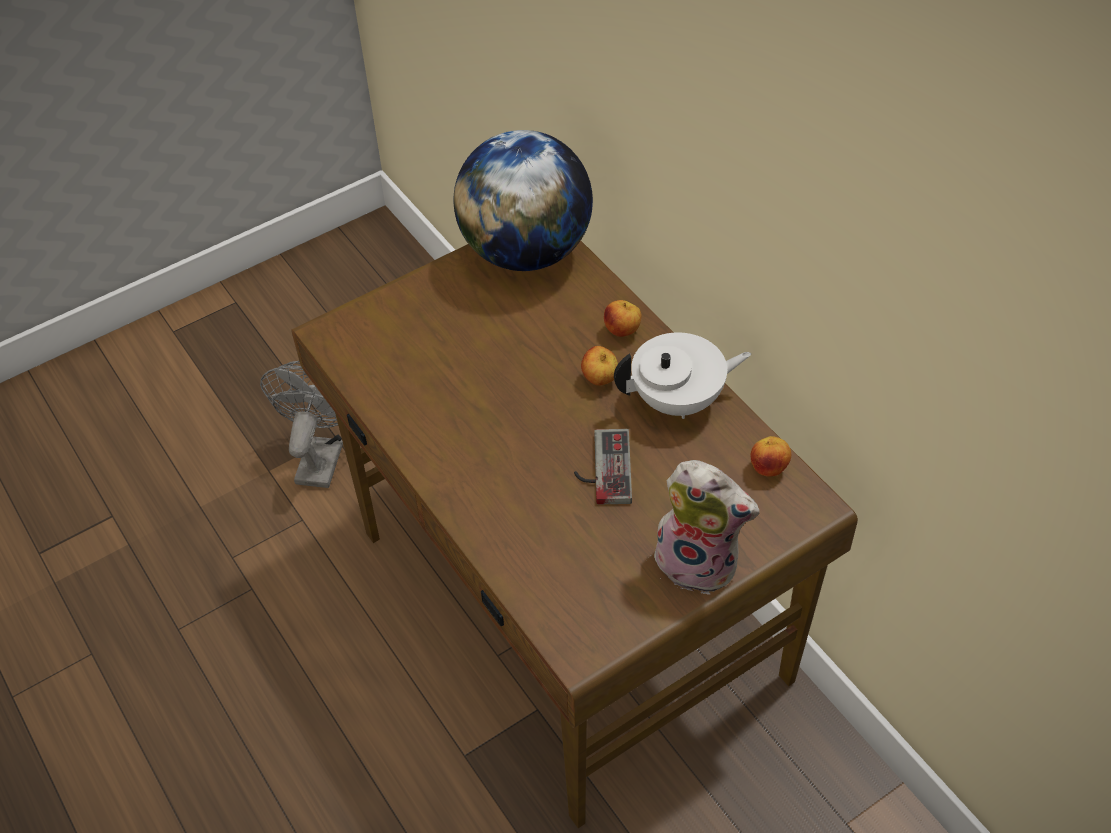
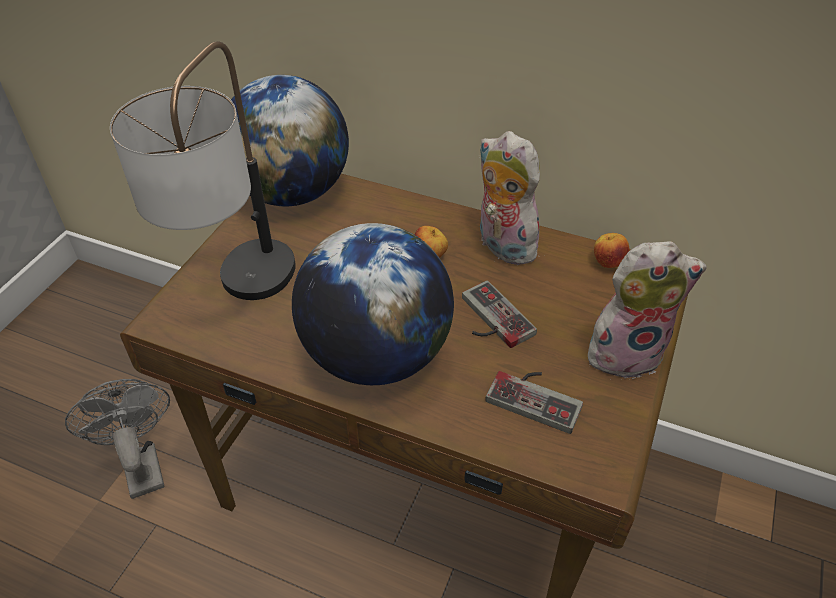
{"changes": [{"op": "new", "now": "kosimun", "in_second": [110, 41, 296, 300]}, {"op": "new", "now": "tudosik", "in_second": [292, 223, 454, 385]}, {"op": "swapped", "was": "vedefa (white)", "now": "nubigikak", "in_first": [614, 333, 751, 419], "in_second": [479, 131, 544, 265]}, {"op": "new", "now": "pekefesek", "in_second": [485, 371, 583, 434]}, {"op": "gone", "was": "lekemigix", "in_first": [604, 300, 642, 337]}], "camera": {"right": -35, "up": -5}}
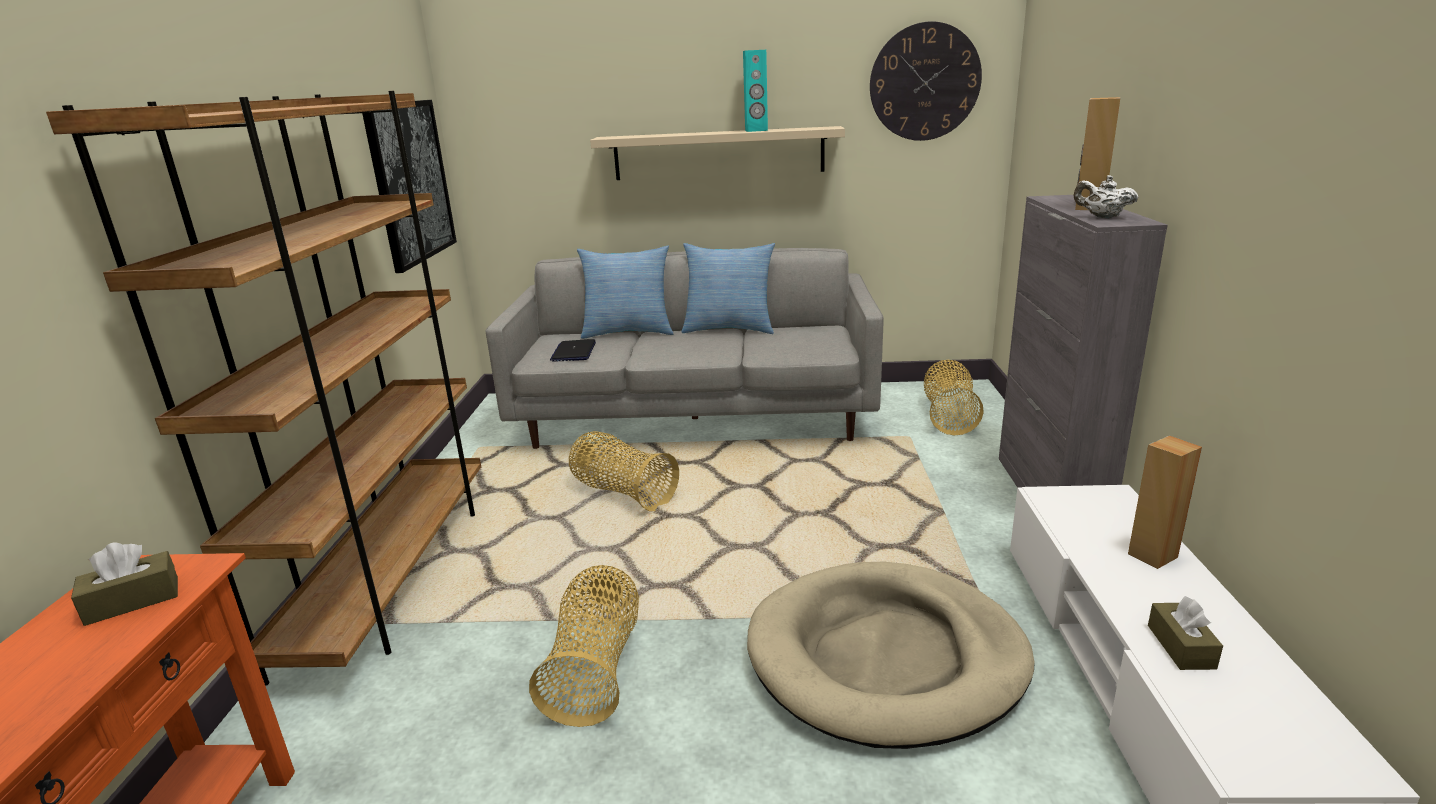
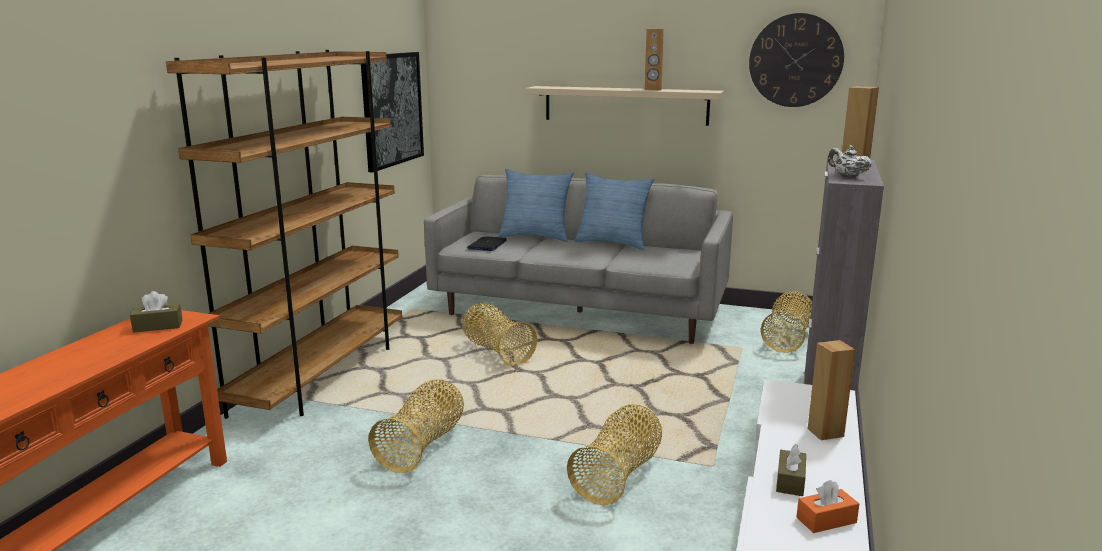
{"changes": [{"op": "swapped", "was": "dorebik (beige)", "now": "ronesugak", "in_first": [747, 562, 1034, 749], "in_second": [567, 404, 662, 505]}, {"op": "repainted", "was": "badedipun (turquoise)", "now": "badedipun (brown)", "in_first": [743, 50, 768, 132], "in_second": [644, 29, 664, 91]}, {"op": "new", "now": "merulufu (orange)", "in_second": [796, 480, 859, 533]}], "camera": {"right": 15, "up": -5}}
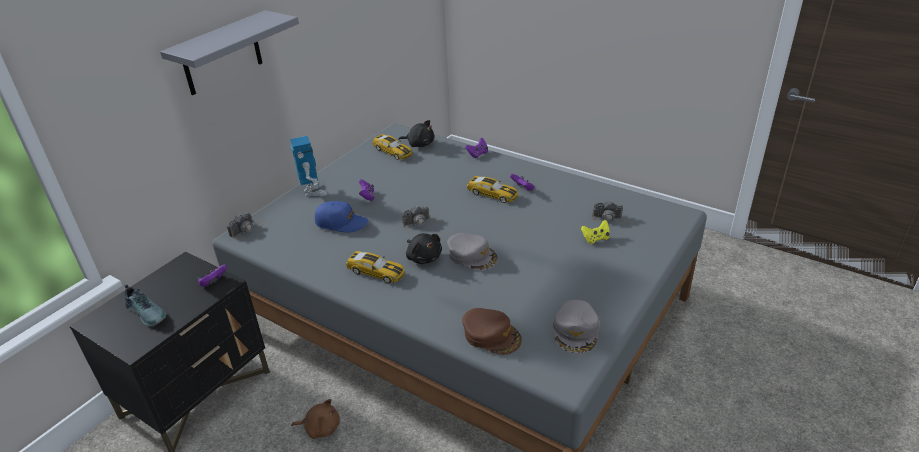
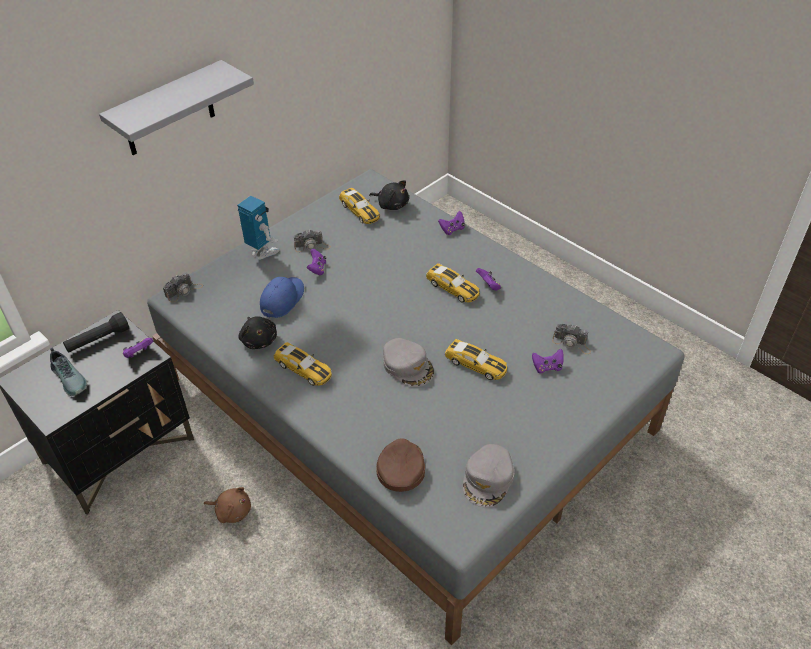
{"changes": [{"op": "new", "now": "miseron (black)", "in_second": [63, 312, 129, 352]}, {"op": "rotated", "was": "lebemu", "in_first": [290, 136, 327, 196], "in_second": [237, 195, 280, 260], "clockwise": -45}, {"op": "shifted", "was": "nubigikak (black)", "in_first": [406, 233, 442, 264], "in_second": [239, 316, 277, 349]}, {"op": "rotated", "was": "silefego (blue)", "in_first": [315, 201, 368, 233], "in_second": [260, 277, 304, 318], "clockwise": -90}, {"op": "shifted", "was": "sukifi", "in_first": [402, 206, 439, 229], "in_second": [294, 229, 331, 252]}, {"op": "rotated", "was": "silefego (brown)", "in_first": [462, 308, 522, 355], "in_second": [376, 438, 425, 492], "clockwise": -135}, {"op": "new", "now": "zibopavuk", "in_second": [445, 339, 507, 380]}, {"op": "repainted", "was": "pekefesek (yellow)", "now": "pekefesek (purple)", "in_first": [581, 220, 610, 244], "in_second": [532, 349, 564, 374]}], "camera": {"right": 10, "up": 10}}
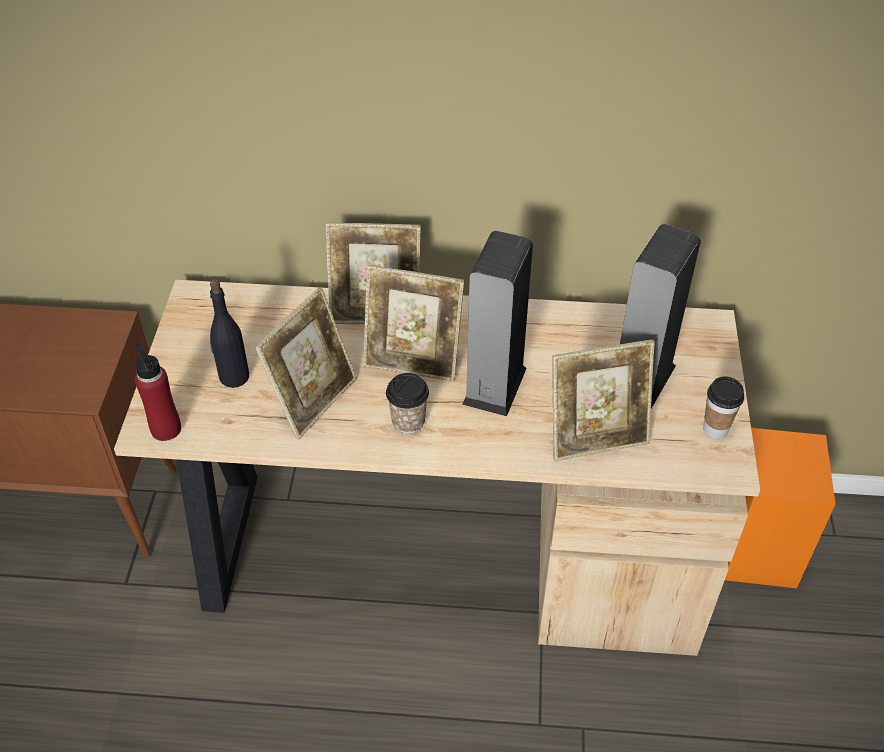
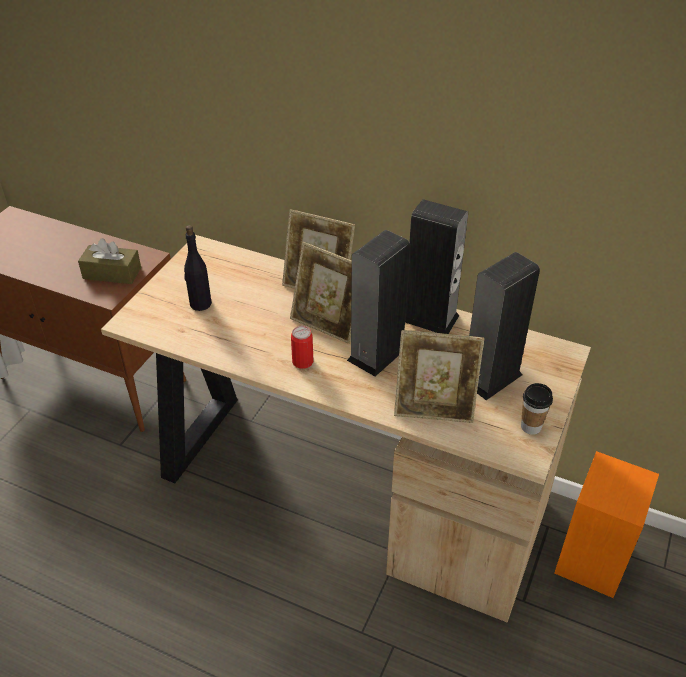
{"changes": [{"op": "new", "now": "merulufu (brown)", "in_second": [78, 238, 141, 284]}, {"op": "swapped", "was": "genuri", "now": "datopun", "in_first": [386, 373, 429, 433], "in_second": [291, 326, 313, 369]}, {"op": "new", "now": "badedipun", "in_second": [405, 199, 468, 334]}, {"op": "gone", "was": "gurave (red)", "in_first": [135, 343, 181, 441]}, {"op": "gone", "was": "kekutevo", "in_first": [255, 287, 357, 439]}], "camera": {"right": 20, "up": -5}}
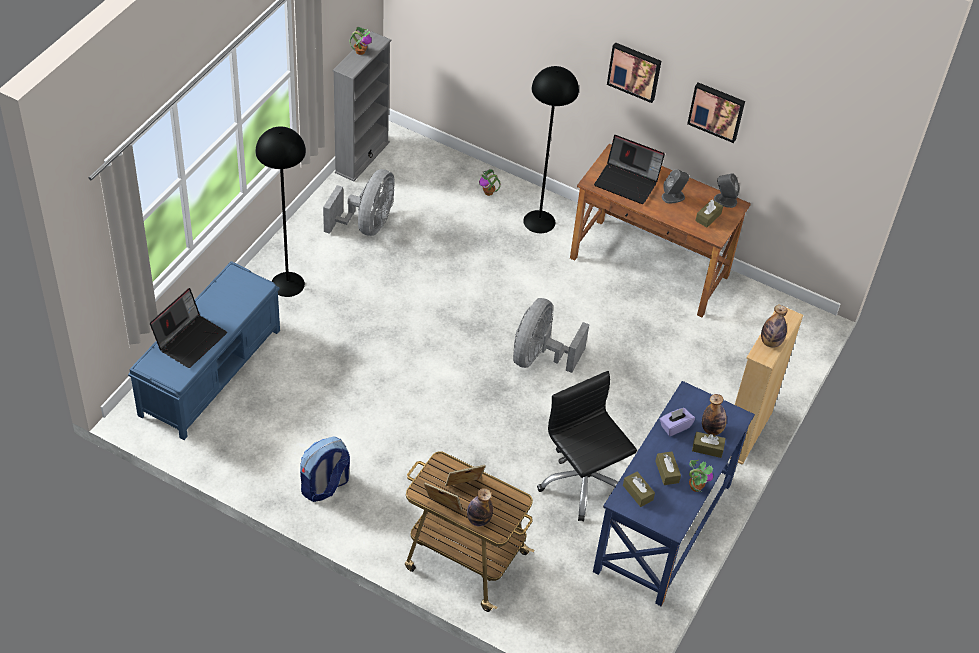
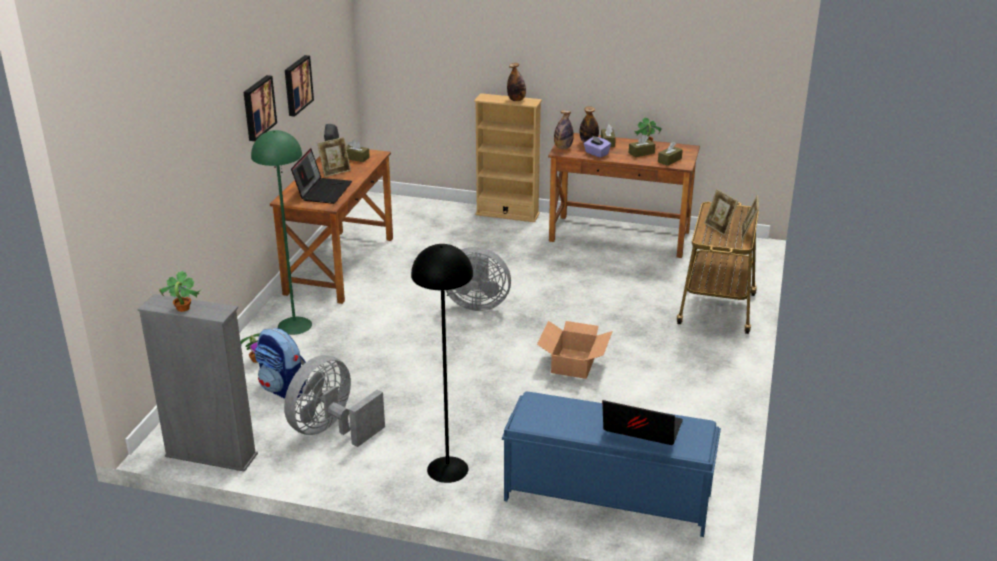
{"changes": [{"op": "repainted", "was": "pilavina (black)", "now": "pilavina (green)", "in_first": [523, 66, 579, 233], "in_second": [251, 130, 312, 335]}, {"op": "shifted", "was": "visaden", "in_first": [300, 437, 350, 502], "in_second": [254, 328, 307, 399]}, {"op": "rotated", "was": "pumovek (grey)", "in_first": [323, 169, 395, 236], "in_second": [284, 355, 385, 447], "clockwise": -60}, {"op": "swapped", "was": "badedipun (grey)", "now": "kekutevo", "in_first": [662, 169, 689, 203], "in_second": [317, 137, 351, 177]}, {"op": "new", "now": "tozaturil", "in_second": [537, 321, 613, 379]}, {"op": "repainted", "was": "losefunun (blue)", "now": "losefunun (brown)", "in_first": [593, 381, 755, 606], "in_second": [548, 133, 700, 258]}, {"op": "shifted", "was": "gurave", "in_first": [467, 488, 493, 526], "in_second": [554, 110, 574, 149]}, {"op": "gone", "was": "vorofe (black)", "in_first": [537, 371, 637, 521]}], "camera": {"right": -100, "up": -20}}
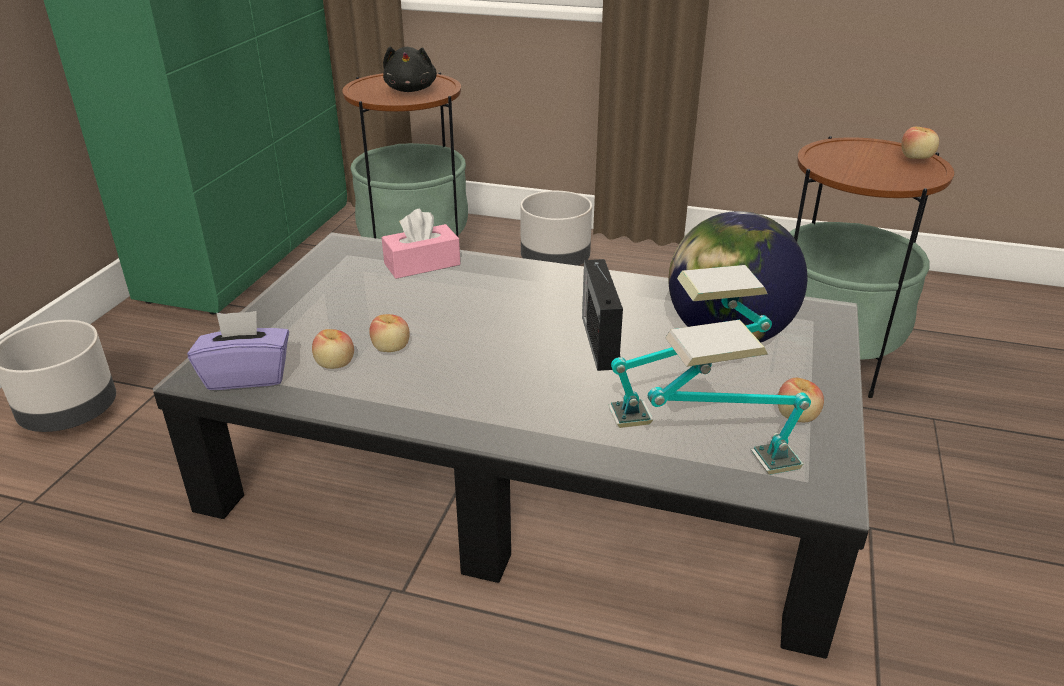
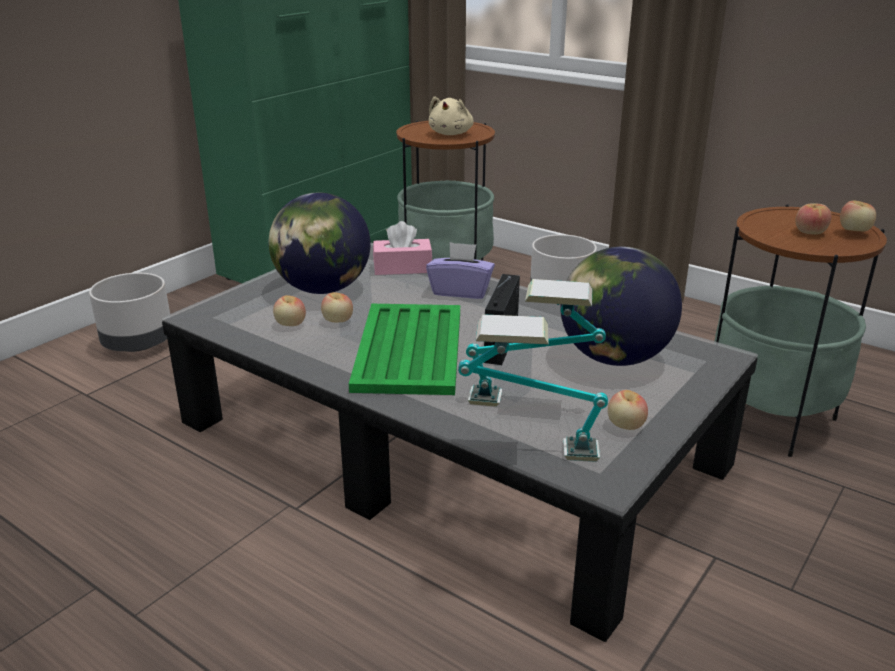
{"changes": [{"op": "new", "now": "tudosik", "in_second": [269, 193, 370, 294]}, {"op": "new", "now": "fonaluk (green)", "in_second": [349, 304, 460, 395]}, {"op": "shifted", "was": "merulufu (purple)", "in_first": [187, 311, 289, 390], "in_second": [426, 242, 495, 299]}, {"op": "repainted", "was": "nubigikak (black)", "now": "nubigikak (beige)", "in_first": [383, 47, 437, 92], "in_second": [429, 97, 474, 135]}, {"op": "new", "now": "lekemigix", "in_second": [795, 204, 832, 234]}], "camera": {"right": 20, "up": -5}}
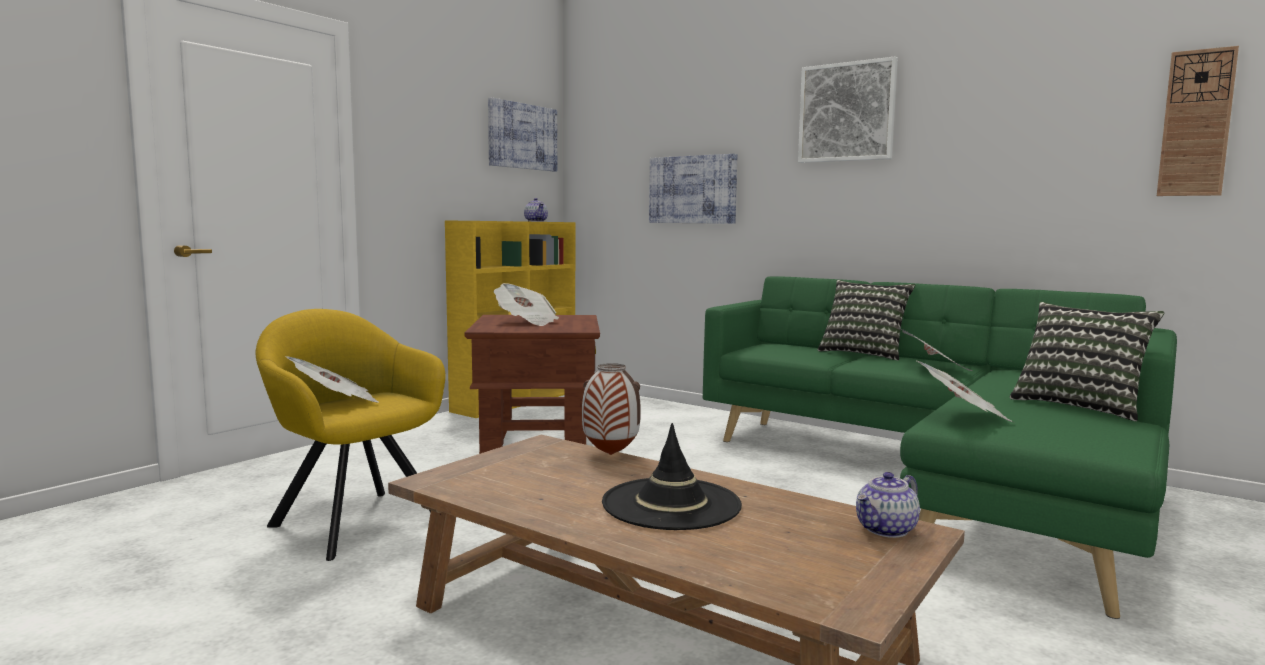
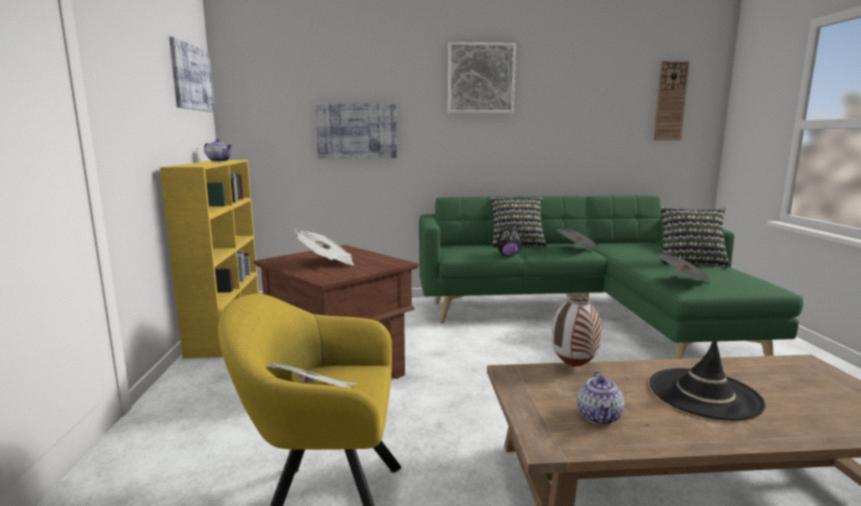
{"changes": [{"op": "new", "now": "nubigikak", "in_second": [497, 226, 522, 256]}, {"op": "shifted", "was": "vedefa", "in_first": [856, 472, 920, 538], "in_second": [577, 371, 624, 425]}], "camera": {"right": -40, "up": 5}}
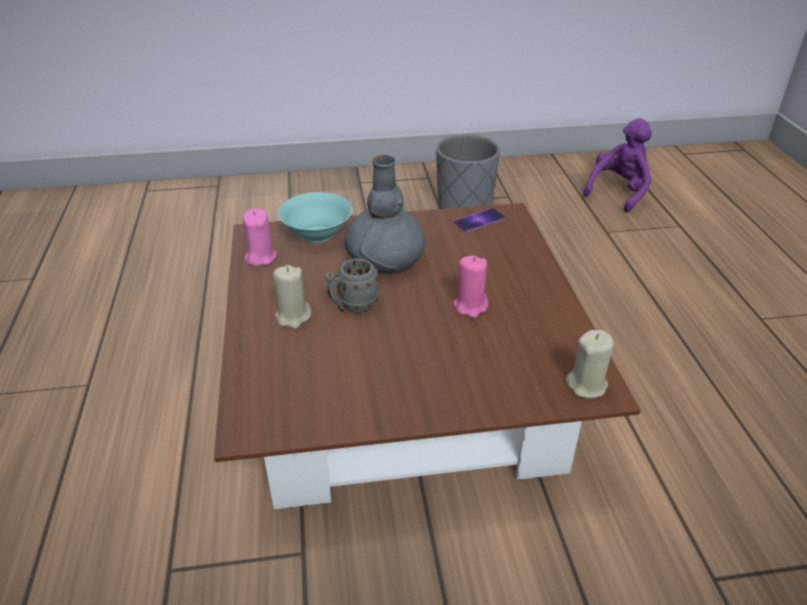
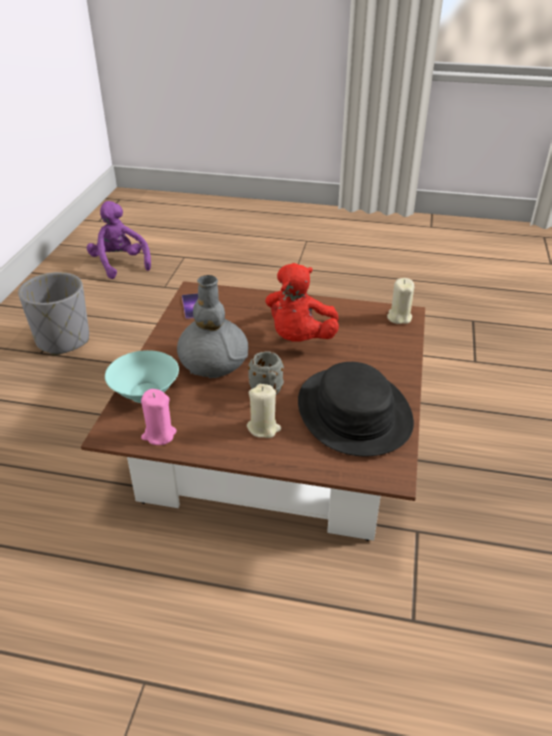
{"changes": [{"op": "swapped", "was": "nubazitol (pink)", "now": "nubigikak (red)", "in_first": [454, 255, 488, 318], "in_second": [265, 263, 339, 342]}, {"op": "new", "now": "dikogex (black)", "in_second": [298, 362, 414, 456]}], "camera": {"right": -70, "up": 0}}
